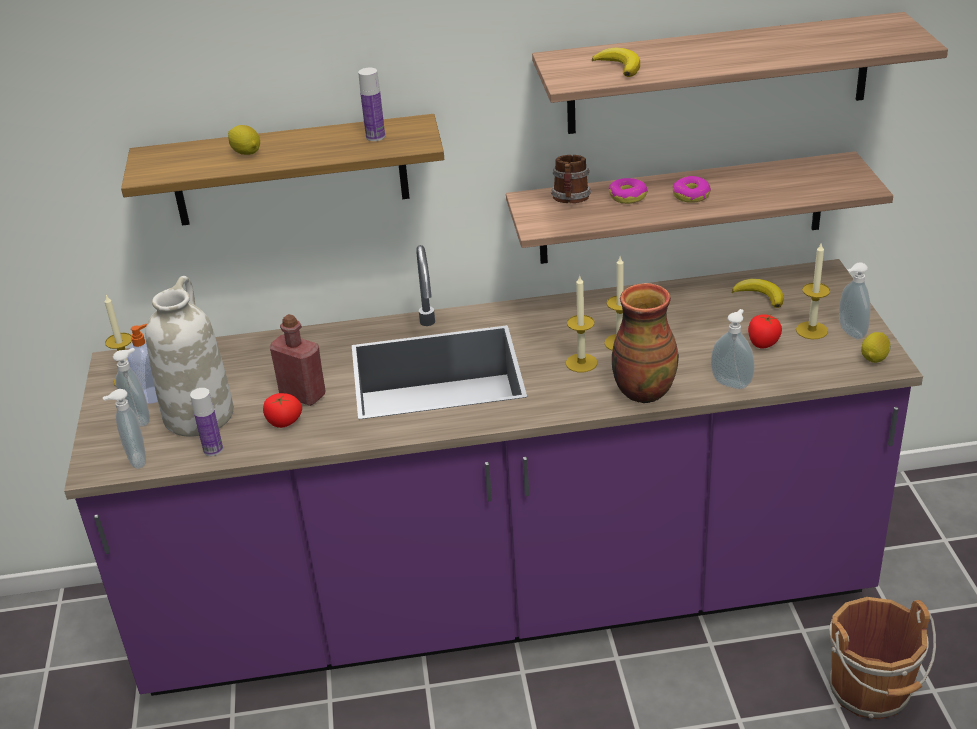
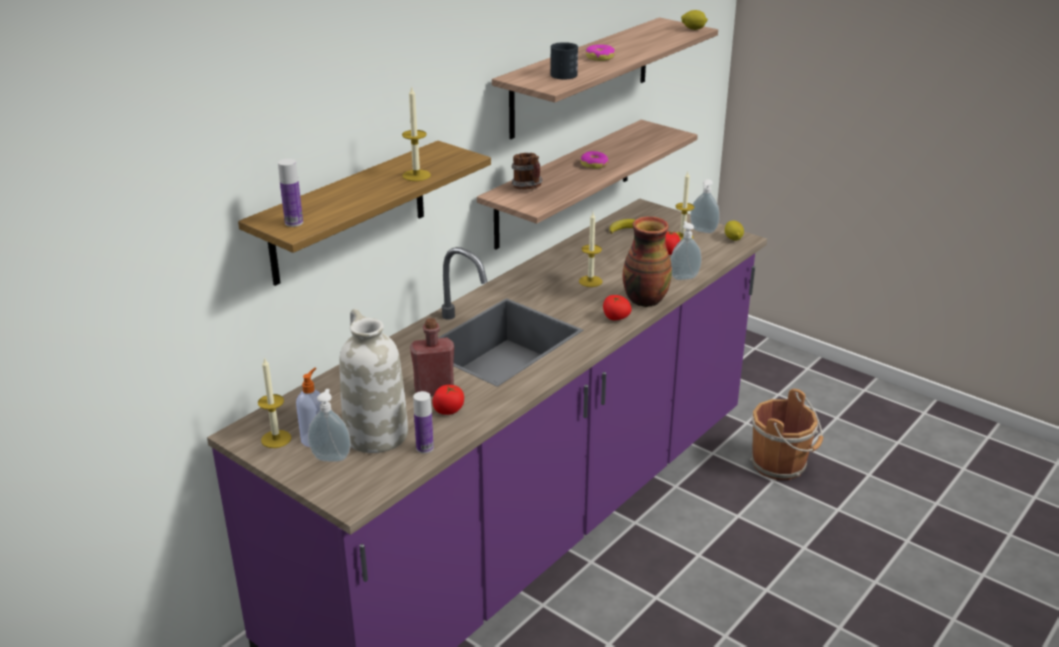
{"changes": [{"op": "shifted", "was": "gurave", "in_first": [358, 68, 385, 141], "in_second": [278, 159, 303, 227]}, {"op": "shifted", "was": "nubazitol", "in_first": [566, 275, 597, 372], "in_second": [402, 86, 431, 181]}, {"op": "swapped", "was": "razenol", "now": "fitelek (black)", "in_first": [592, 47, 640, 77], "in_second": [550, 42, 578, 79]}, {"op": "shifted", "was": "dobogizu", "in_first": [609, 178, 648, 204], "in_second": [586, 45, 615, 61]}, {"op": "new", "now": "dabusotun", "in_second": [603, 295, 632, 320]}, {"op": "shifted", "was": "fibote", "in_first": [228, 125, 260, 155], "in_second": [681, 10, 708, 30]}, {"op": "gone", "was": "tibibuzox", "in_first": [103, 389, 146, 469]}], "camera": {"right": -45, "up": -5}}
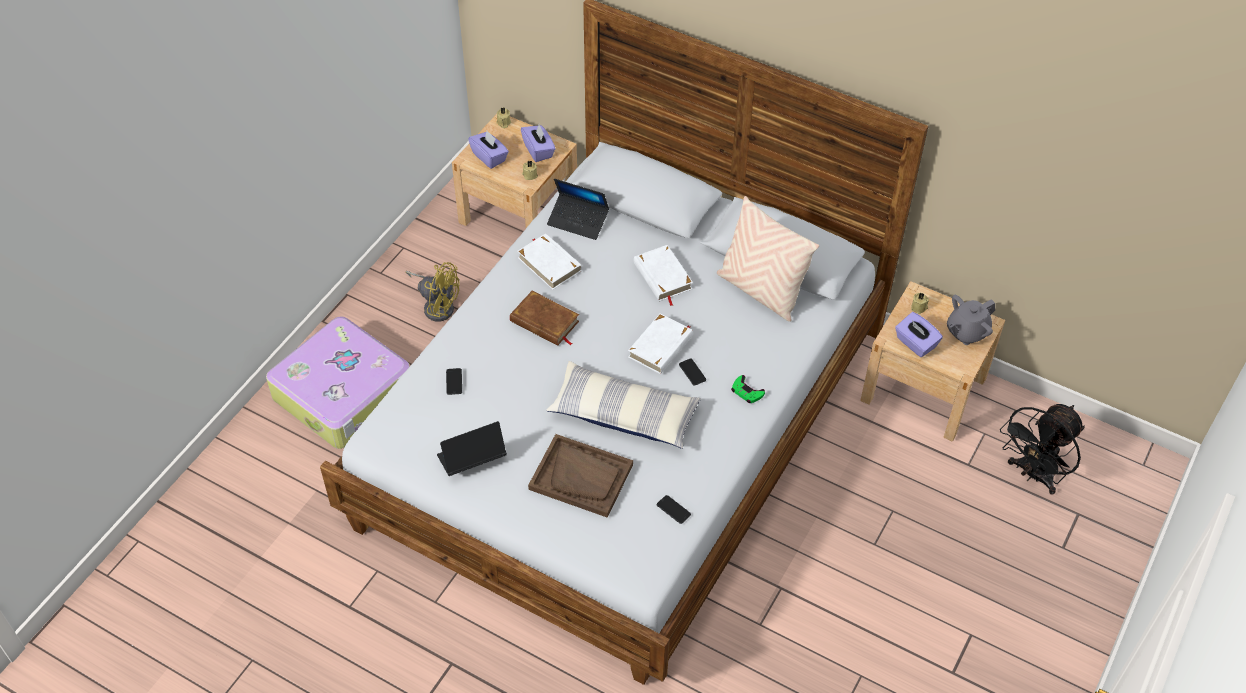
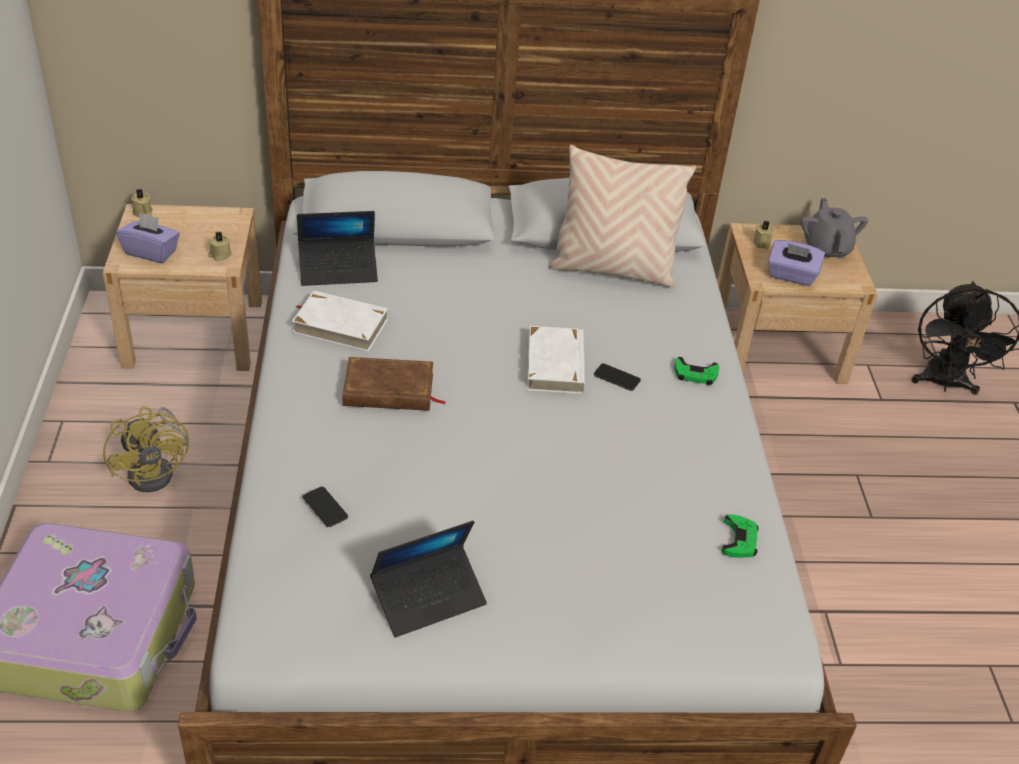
{"changes": [{"op": "rotated", "was": "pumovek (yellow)", "in_first": [405, 262, 460, 322], "in_second": [103, 407, 189, 492], "clockwise": 75}, {"op": "rotated", "was": "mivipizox", "in_first": [437, 421, 507, 476], "in_second": [370, 521, 487, 637], "clockwise": -150}, {"op": "swapped", "was": "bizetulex", "now": "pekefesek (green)", "in_first": [657, 495, 691, 524], "in_second": [722, 514, 759, 558]}, {"op": "rotated", "was": "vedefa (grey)", "in_first": [947, 295, 995, 345], "in_second": [801, 198, 868, 259], "clockwise": 150}, {"op": "gone", "was": "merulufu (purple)", "in_first": [521, 125, 555, 162]}, {"op": "gone", "was": "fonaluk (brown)", "in_first": [528, 434, 633, 518]}, {"op": "gone", "was": "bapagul", "in_first": [546, 361, 701, 449]}, {"op": "gone", "was": "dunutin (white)", "in_first": [633, 245, 693, 306]}], "camera": {"right": -35, "up": -10}}
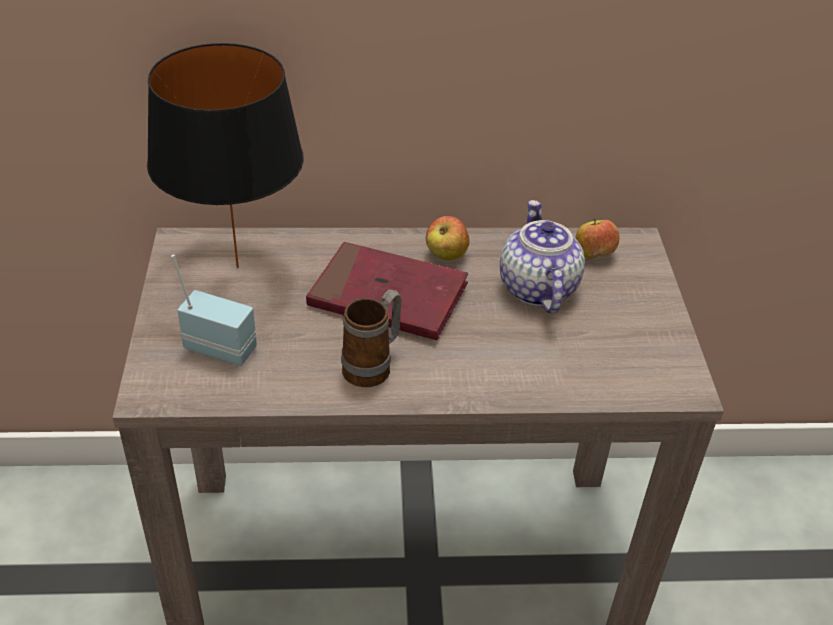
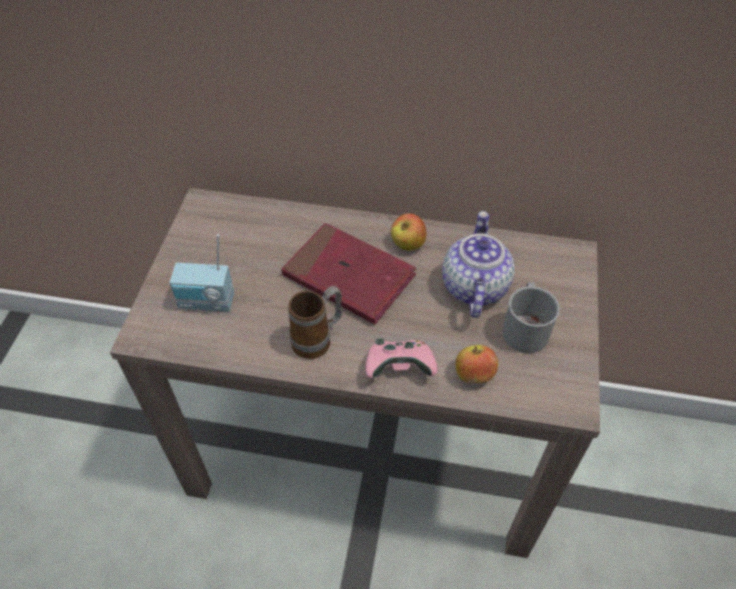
{"changes": [{"op": "rotated", "was": "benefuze", "in_first": [171, 255, 257, 366], "in_second": [169, 234, 234, 311], "clockwise": 150}, {"op": "new", "now": "pekefesek (pink)", "in_second": [365, 339, 437, 379]}, {"op": "shifted", "was": "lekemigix", "in_first": [576, 218, 619, 259], "in_second": [456, 345, 498, 383]}, {"op": "new", "now": "fitelek (grey)", "in_second": [502, 282, 560, 353]}, {"op": "gone", "was": "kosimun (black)", "in_first": [147, 43, 304, 268]}], "camera": {"right": 15, "up": 10}}
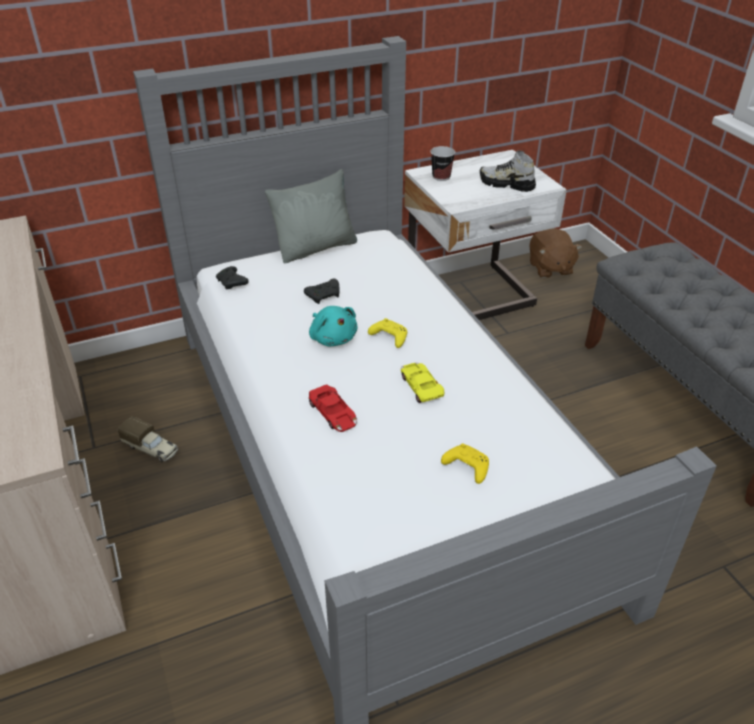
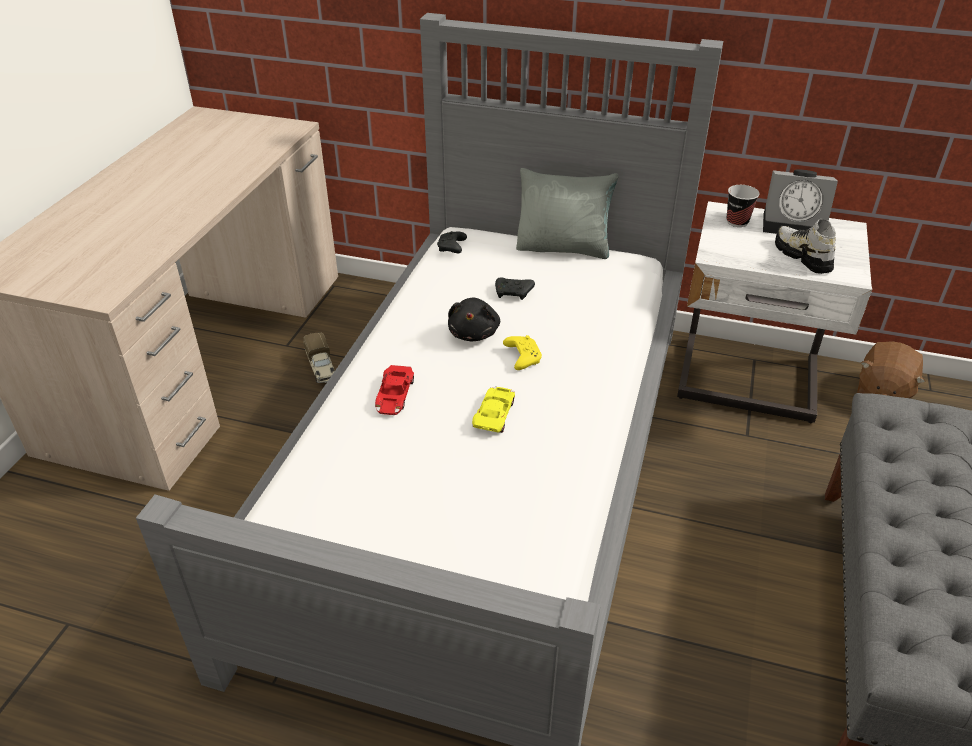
{"changes": [{"op": "repainted", "was": "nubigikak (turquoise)", "now": "nubigikak (black)", "in_first": [309, 306, 358, 346], "in_second": [448, 297, 500, 341]}, {"op": "new", "now": "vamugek", "in_second": [763, 170, 838, 234]}, {"op": "gone", "was": "pekefesek (yellow)", "in_first": [441, 443, 489, 484]}], "camera": {"right": 40, "up": 0}}
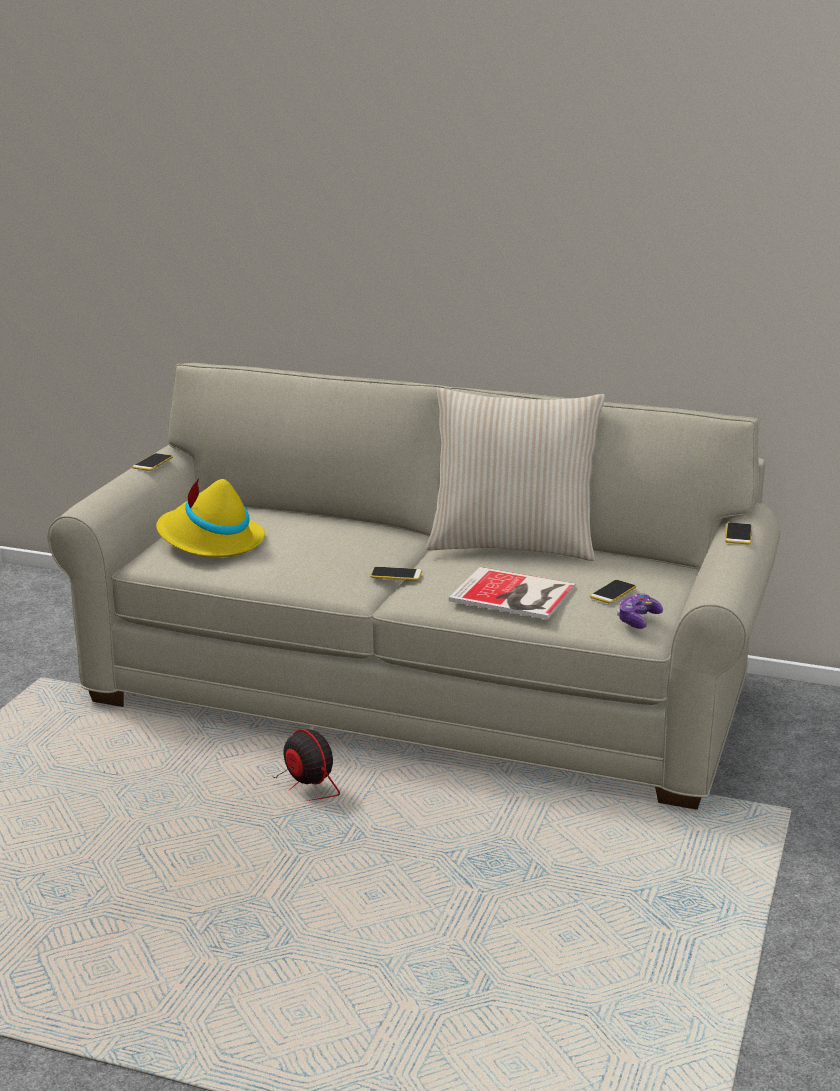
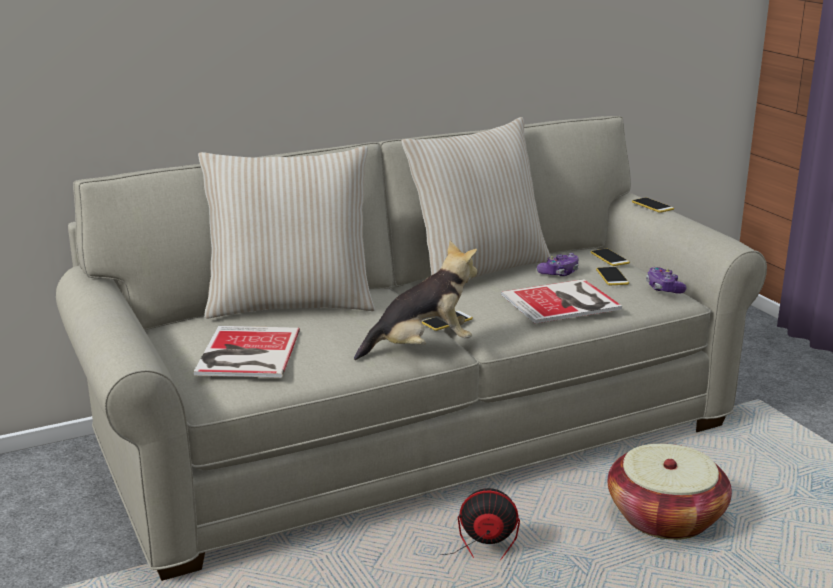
{"changes": [{"op": "swapped", "was": "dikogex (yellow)", "now": "dunutin", "in_first": [156, 478, 265, 557], "in_second": [194, 326, 300, 378]}, {"op": "new", "now": "bapagul (beige)", "in_second": [198, 146, 375, 319]}, {"op": "new", "now": "nubigikak", "in_second": [354, 241, 478, 360]}, {"op": "new", "now": "pekefesek", "in_second": [537, 253, 579, 276]}, {"op": "shifted", "was": "bizetulex", "in_first": [132, 453, 173, 471], "in_second": [591, 249, 630, 266]}, {"op": "new", "now": "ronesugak", "in_second": [607, 444, 732, 540]}], "camera": {"right": -45, "up": 0}}
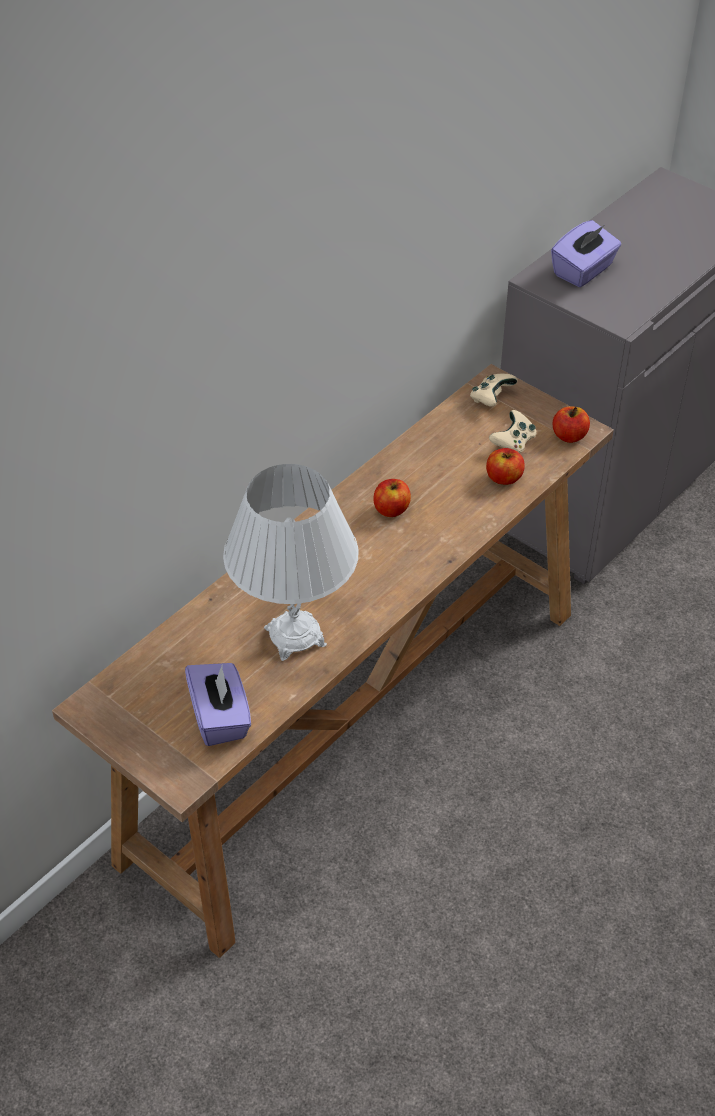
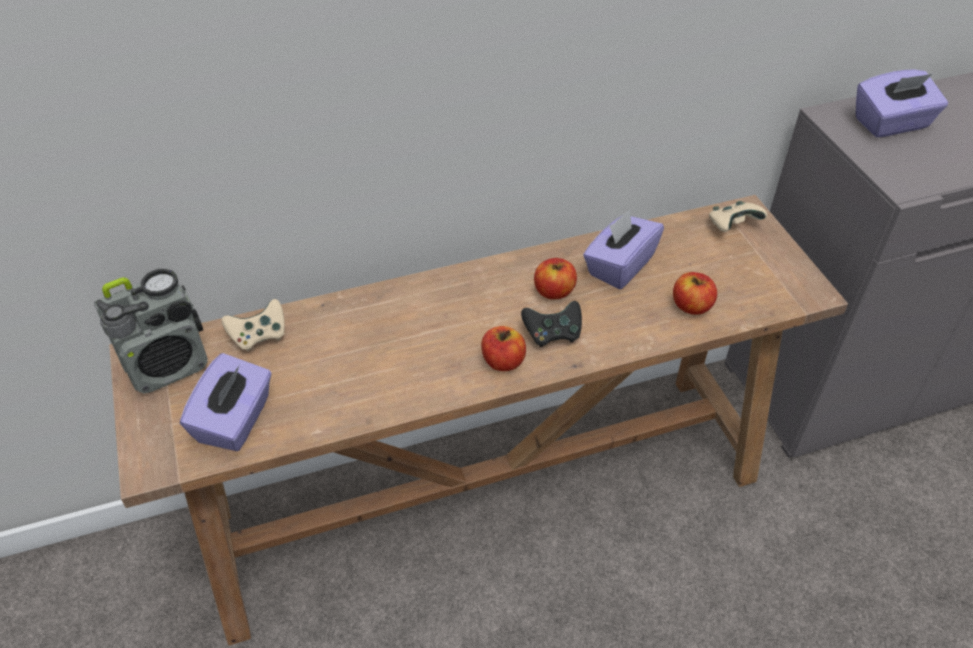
{"changes": [{"op": "new", "now": "benefuze", "in_second": [94, 269, 208, 394]}, {"op": "shifted", "was": "pekefesek (beige)", "in_first": [489, 410, 536, 453], "in_second": [221, 299, 285, 351]}, {"op": "shifted", "was": "lekemigix", "in_first": [553, 406, 590, 443], "in_second": [481, 326, 526, 371]}, {"op": "new", "now": "pekefesek (black)", "in_second": [521, 301, 582, 347]}, {"op": "new", "now": "merulufu (purple)", "in_second": [583, 209, 664, 289]}, {"op": "gone", "was": "kosimun (white)", "in_first": [223, 464, 359, 661]}], "camera": {"right": 30, "up": 0}}
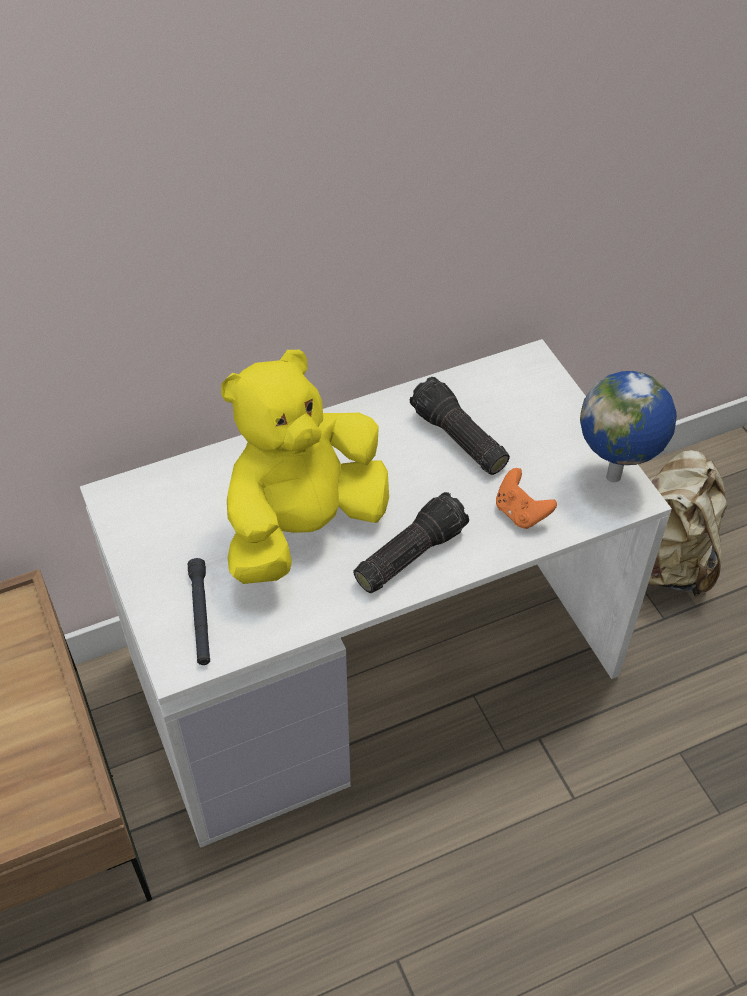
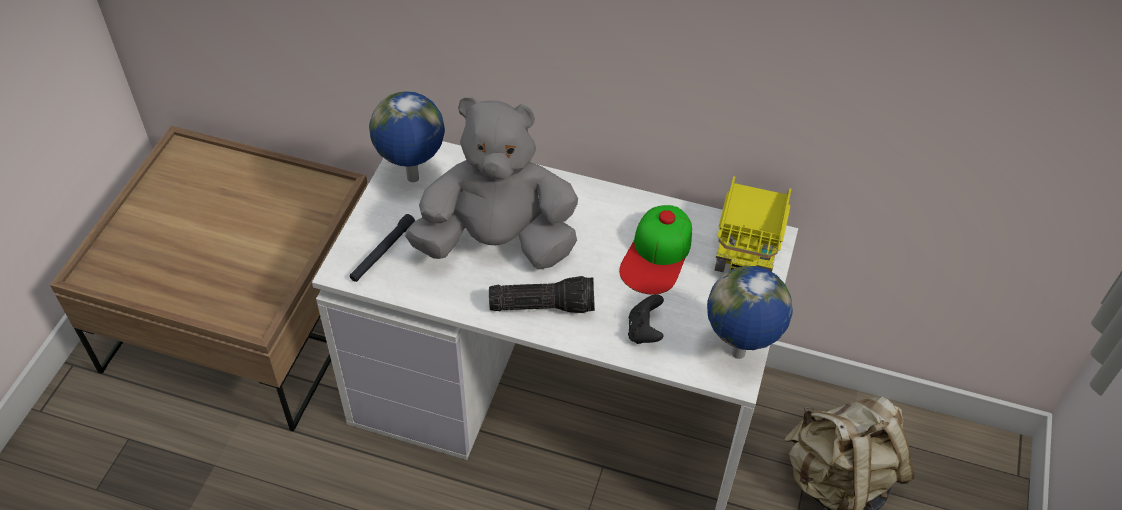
{"changes": [{"op": "new", "now": "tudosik", "in_second": [369, 91, 445, 182]}, {"op": "repainted", "was": "nubigikak (yellow)", "now": "nubigikak (grey)", "in_first": [221, 350, 389, 584], "in_second": [405, 96, 578, 269]}, {"op": "swapped", "was": "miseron", "now": "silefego", "in_first": [410, 377, 510, 475], "in_second": [619, 205, 692, 295]}, {"op": "repainted", "was": "pekefesek (orange)", "now": "pekefesek (black)", "in_first": [496, 468, 557, 529], "in_second": [628, 294, 664, 344]}, {"op": "new", "now": "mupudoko", "in_second": [714, 176, 791, 273]}], "camera": {"right": 40, "up": 0}}
